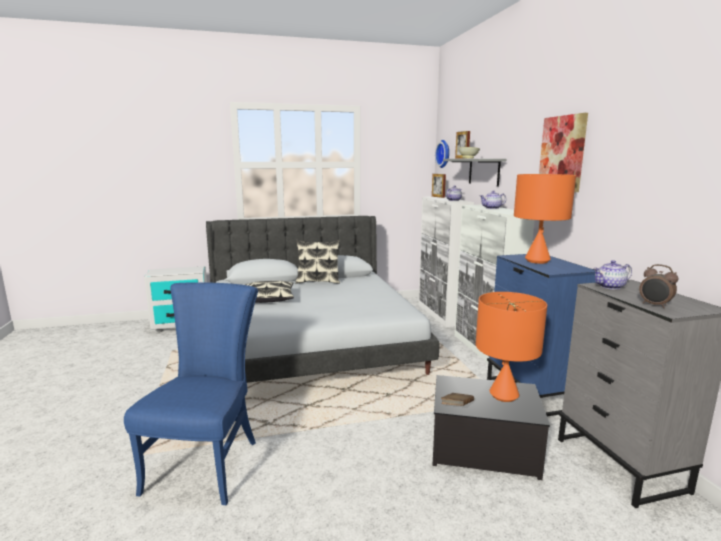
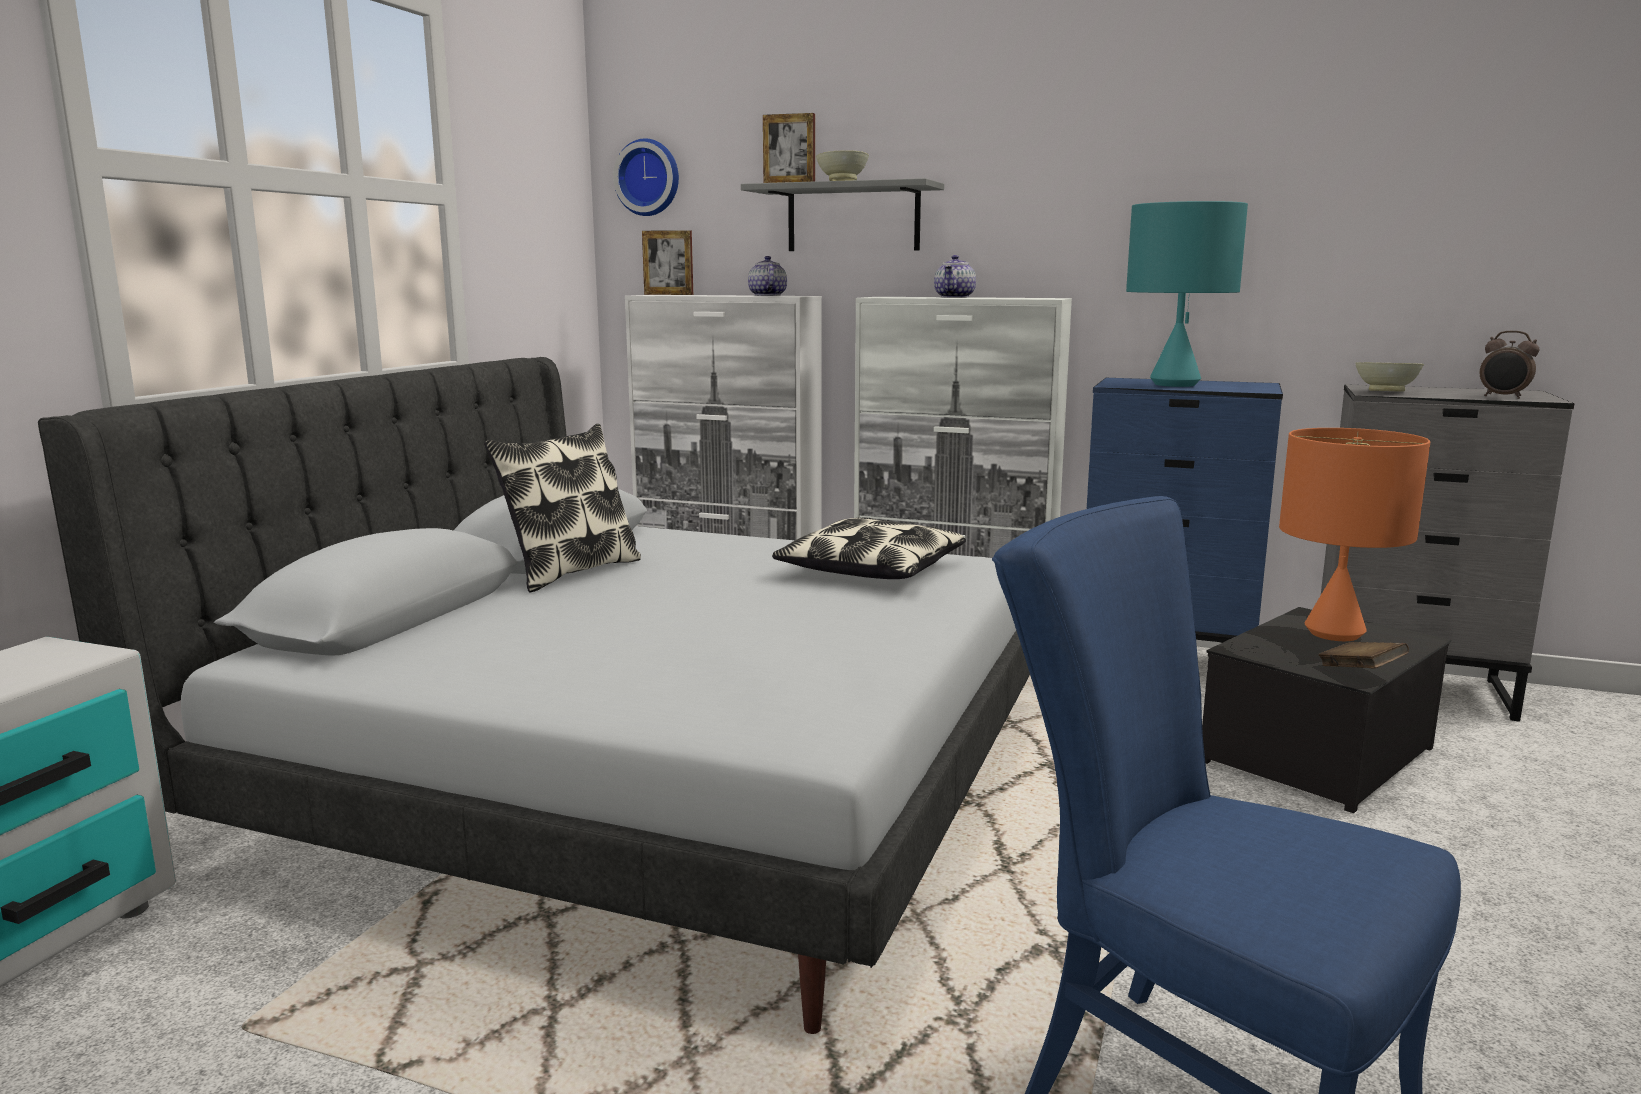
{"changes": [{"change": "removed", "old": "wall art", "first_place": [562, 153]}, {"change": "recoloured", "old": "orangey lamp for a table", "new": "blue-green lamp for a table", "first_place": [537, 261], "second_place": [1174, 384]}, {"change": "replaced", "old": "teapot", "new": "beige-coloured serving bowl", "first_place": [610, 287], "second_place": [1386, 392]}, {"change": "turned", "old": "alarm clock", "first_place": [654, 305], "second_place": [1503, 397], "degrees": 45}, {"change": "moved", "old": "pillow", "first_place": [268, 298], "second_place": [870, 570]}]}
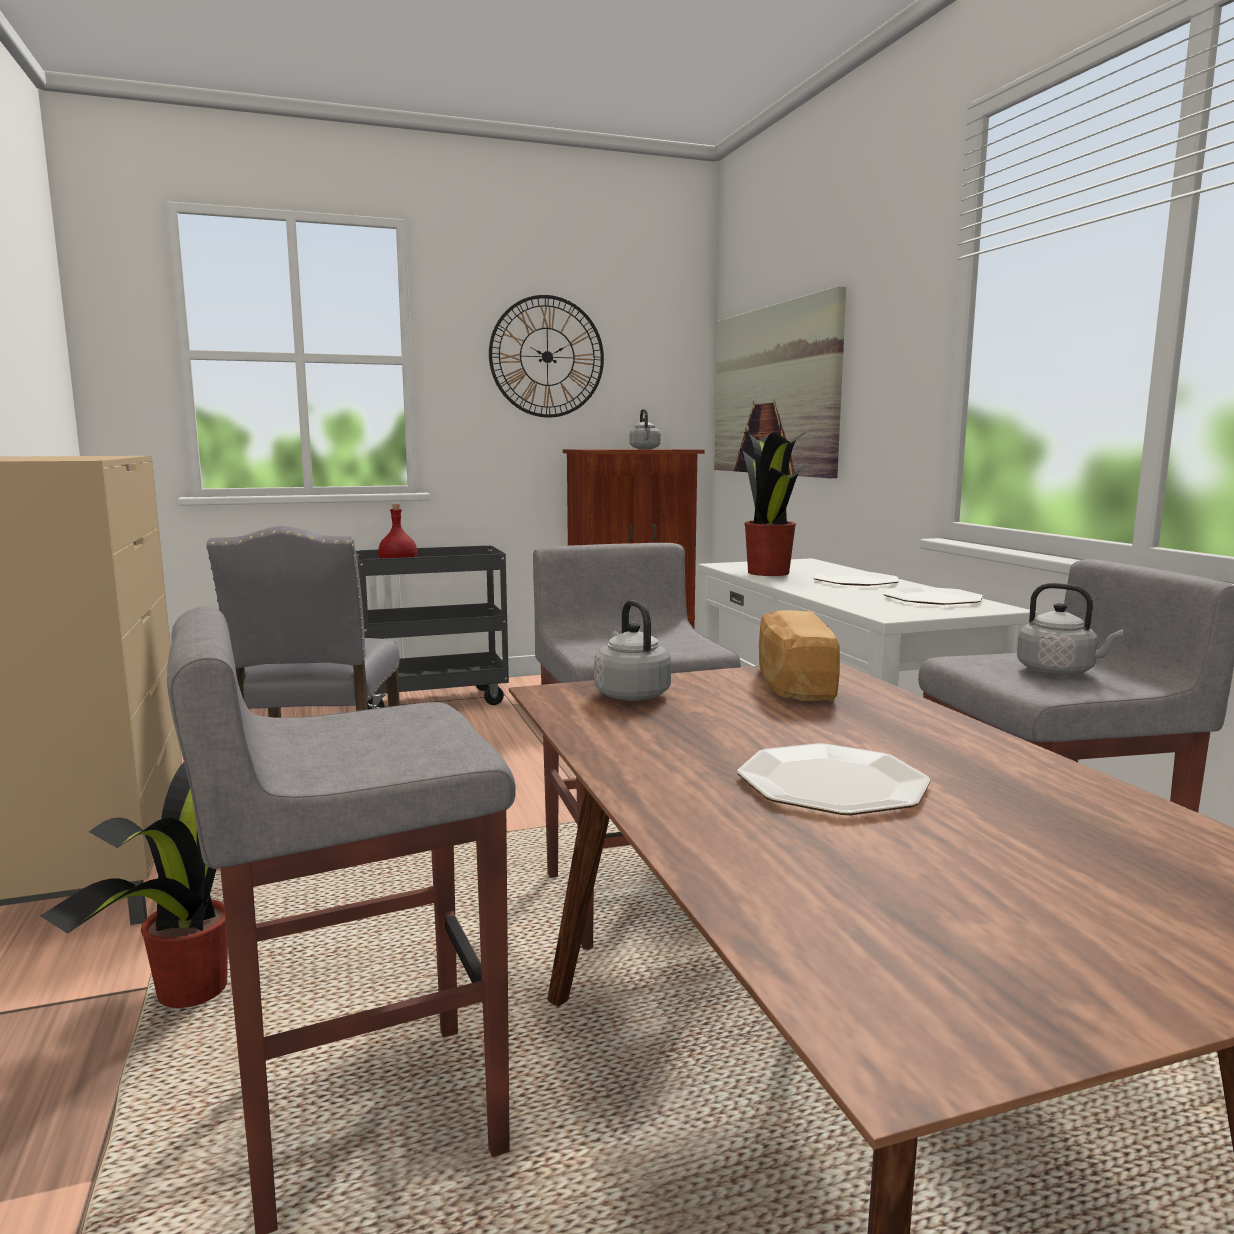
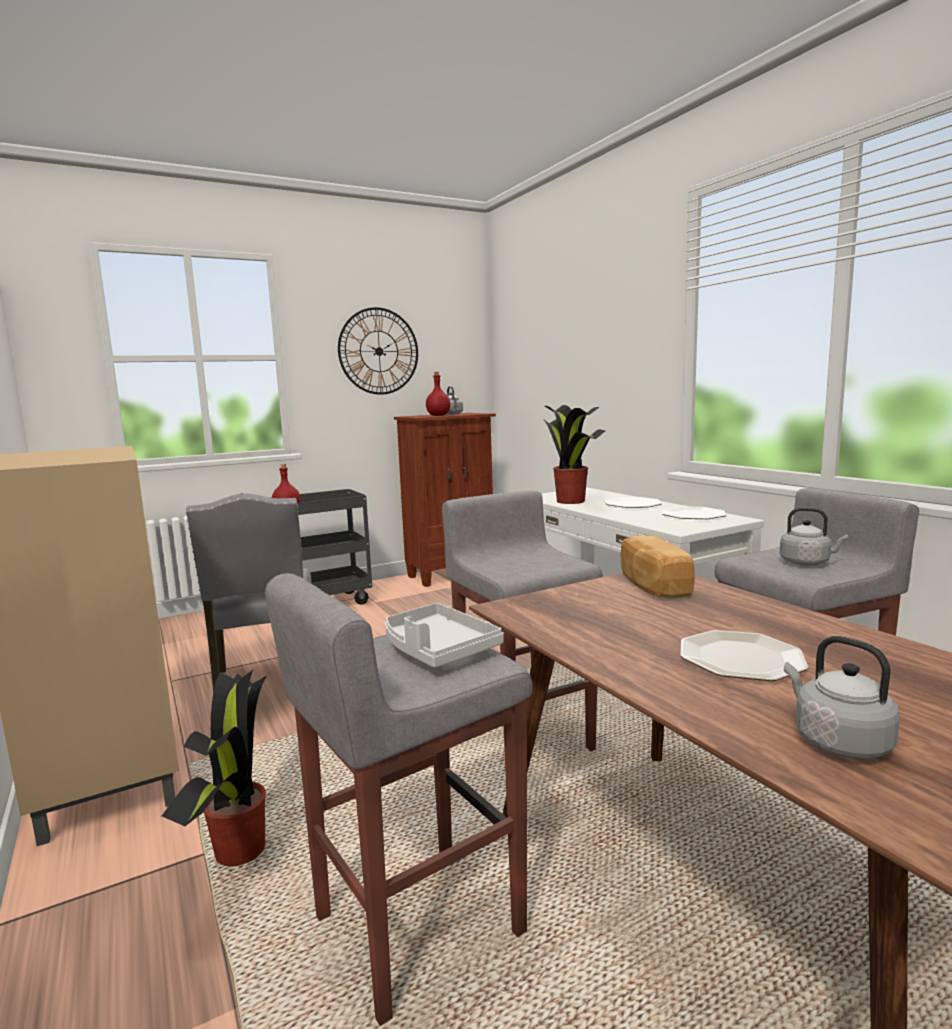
{"changes": [{"change": "removed", "old": "wall art", "first_place": [774, 391]}, {"change": "moved", "old": "gray kettle", "first_place": [630, 694], "second_place": [837, 741]}, {"change": "added", "new": "reddish bottle", "second_place": [438, 415]}, {"change": "added", "new": "gray serving tray", "second_place": [437, 650]}]}
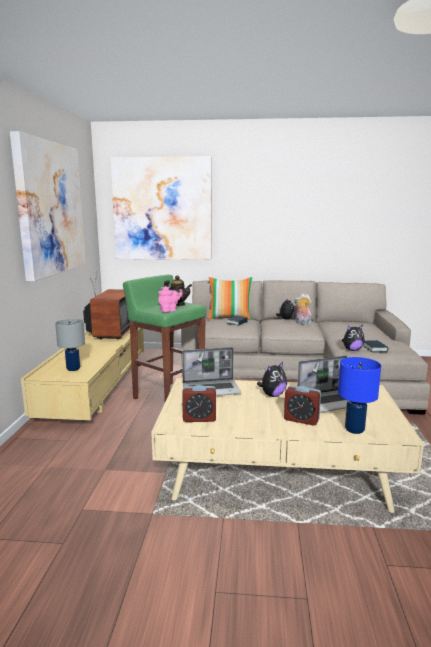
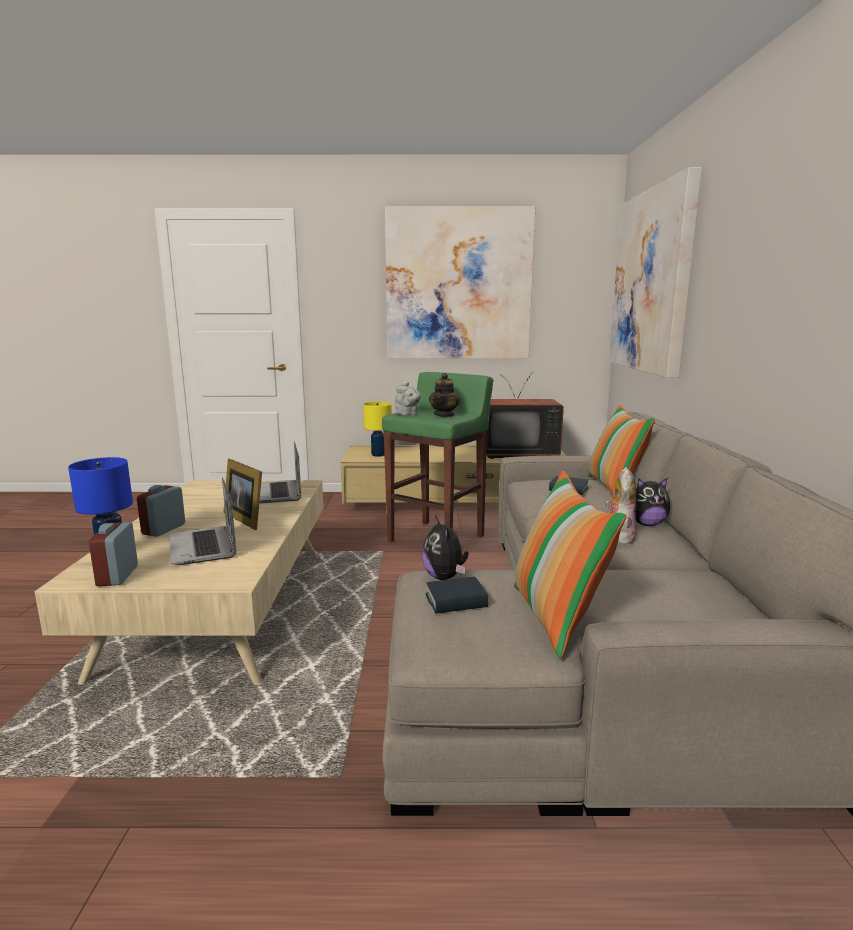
{"changes": [{"change": "recoloured", "old": "pink-coloured teapot", "new": "gray teapot", "first_place": [169, 310], "second_place": [407, 414]}, {"change": "recoloured", "old": "gray lamp for a table", "new": "yellow-coloured lamp for a table", "first_place": [72, 369], "second_place": [377, 455]}, {"change": "replaced", "old": "soft toy", "new": "standing frame", "first_place": [272, 395], "second_place": [246, 518]}, {"change": "moved", "old": "alarm clock", "first_place": [199, 418], "second_place": [117, 576]}, {"change": "added", "new": "pillow", "second_place": [557, 617]}]}
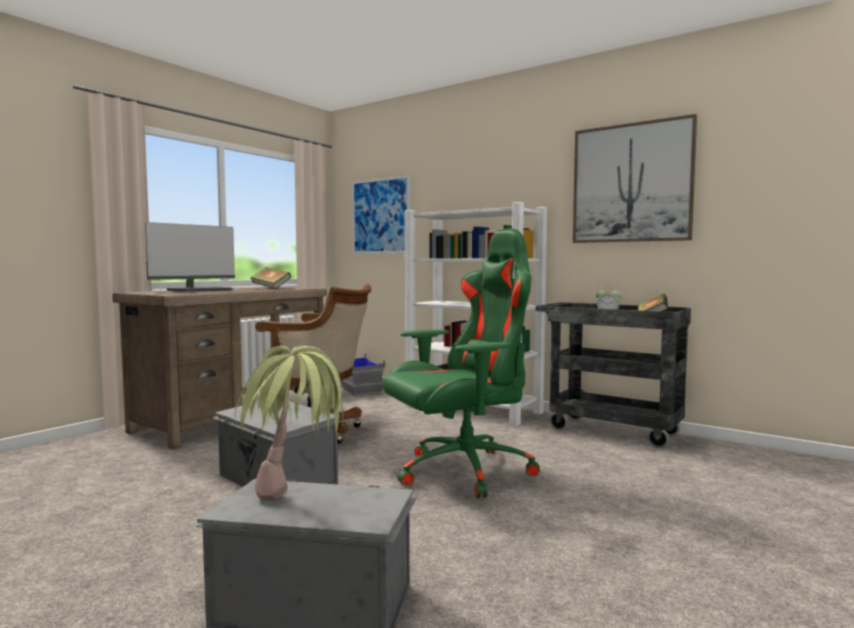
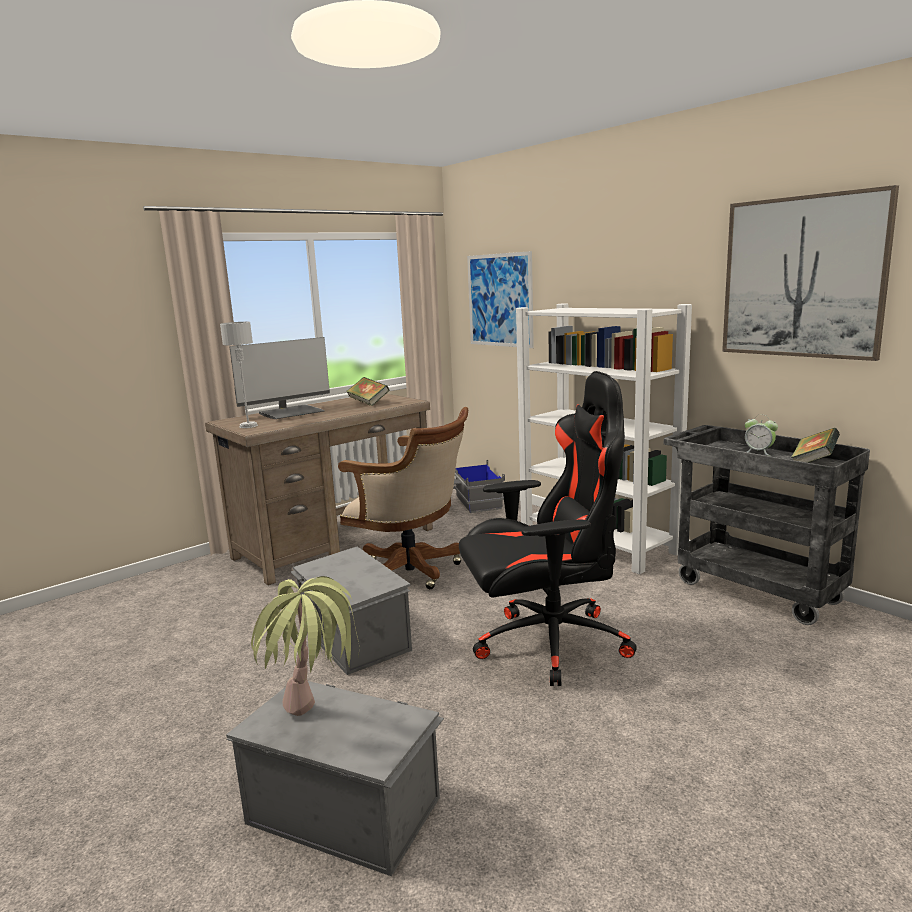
{"changes": [{"change": "recoloured", "old": "green computer chair", "new": "blackish computer chair", "first_place": [456, 473], "second_place": [541, 646]}, {"change": "added", "new": "gray lamp for a table", "second_place": [248, 426]}]}
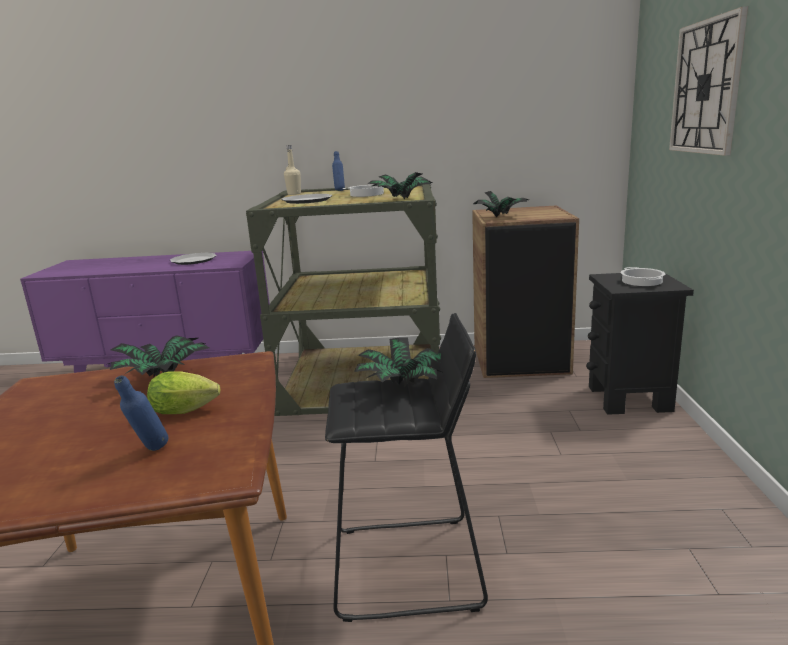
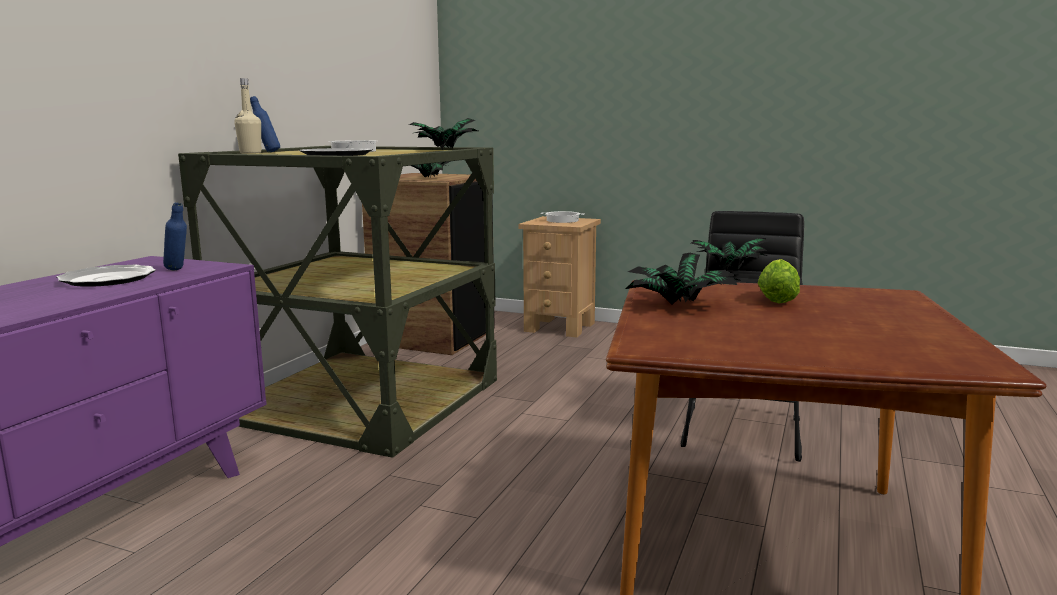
{"changes": [{"change": "removed", "old": "hanging clock", "first_place": [706, 87]}, {"change": "recoloured", "old": "blackish nightstand", "new": "beige-coloured nightstand", "first_place": [628, 399], "second_place": [560, 327]}, {"change": "moved", "old": "bluish bottle", "first_place": [150, 452], "second_place": [178, 270]}]}
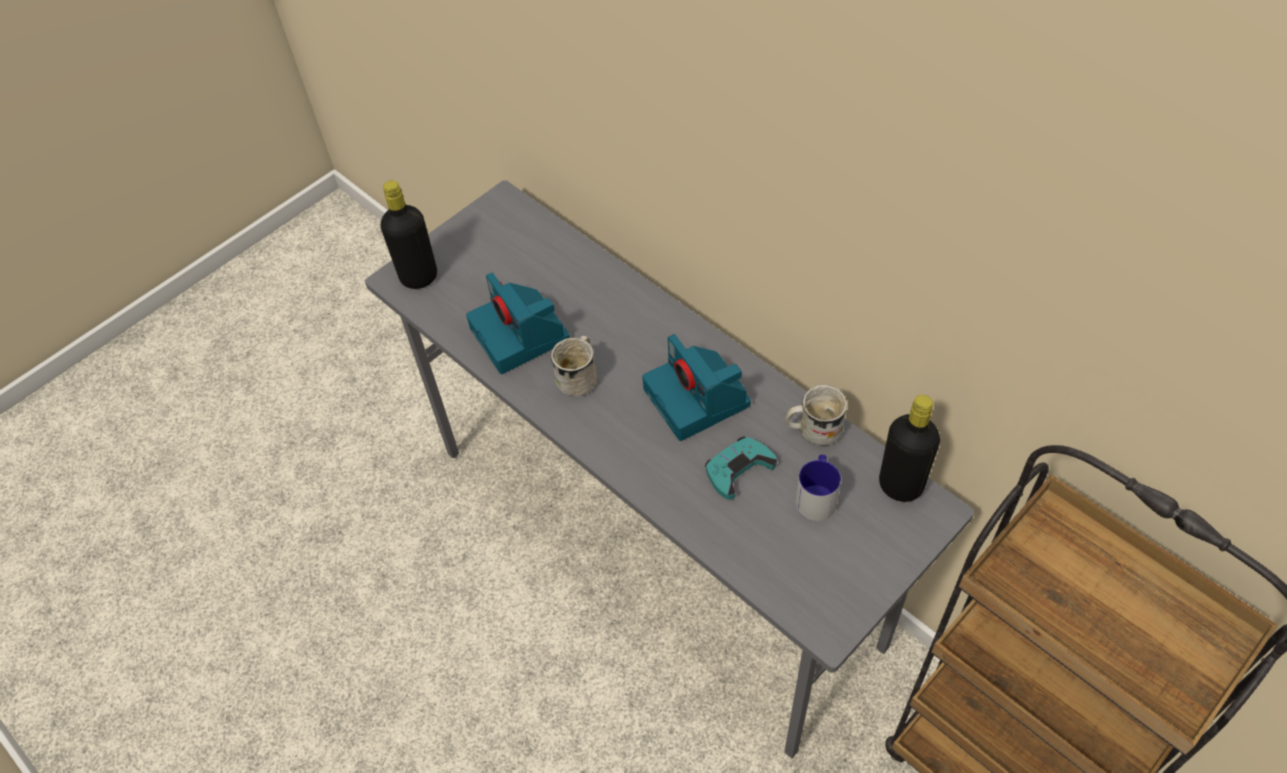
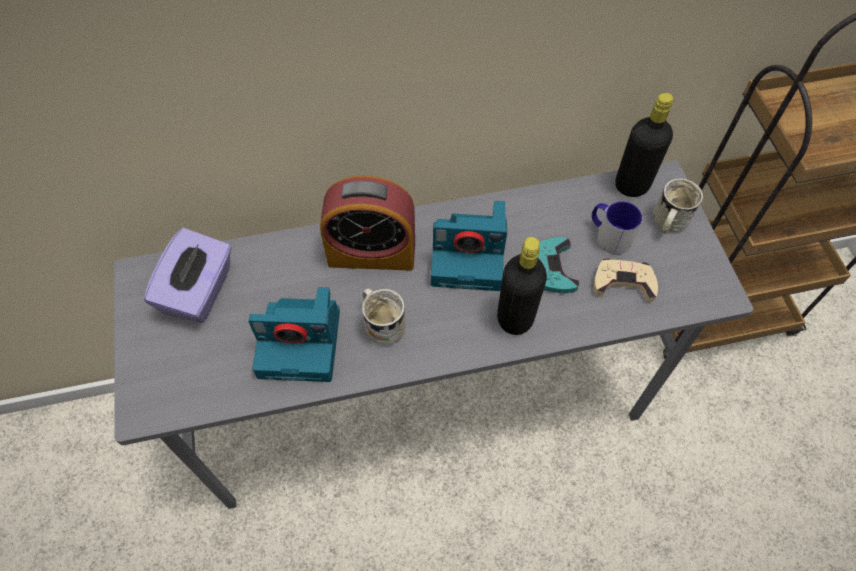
{"changes": [{"change": "moved", "old": "blackish bottle", "first_place": [419, 277], "second_place": [515, 318]}, {"change": "moved", "old": "white-coloured mug", "first_place": [813, 429], "second_place": [667, 223]}, {"change": "added", "new": "alarm clock", "second_place": [372, 253]}, {"change": "added", "new": "purple tissue holder", "second_place": [200, 291]}, {"change": "added", "new": "beige-coloured gamepad", "second_place": [623, 282]}]}
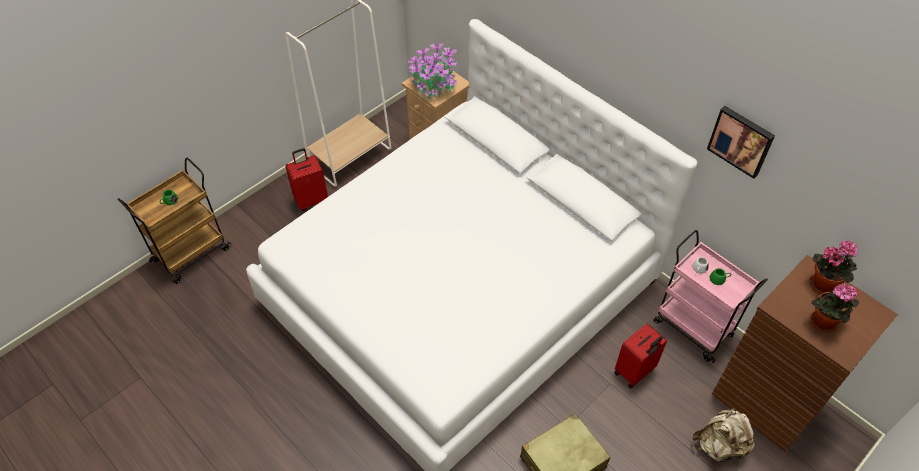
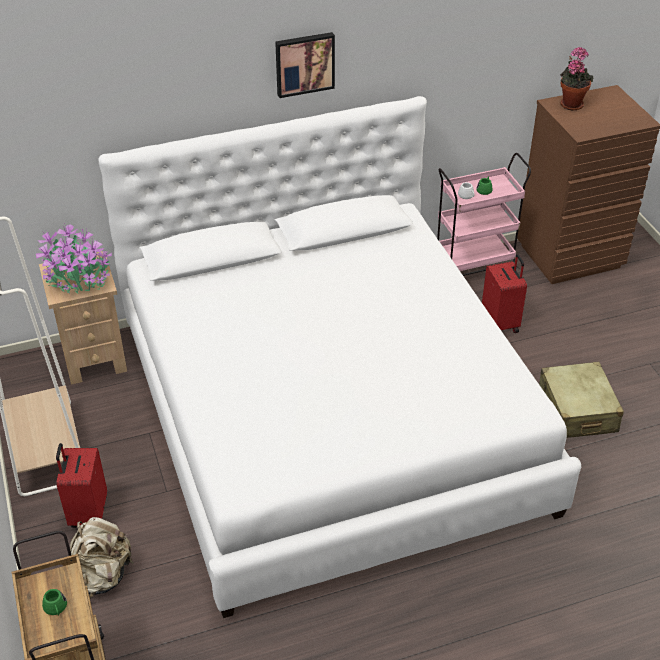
{"changes": [{"change": "moved", "old": "wall art", "first_place": [741, 140], "second_place": [304, 63]}, {"change": "removed", "old": "houseplant", "first_place": [822, 324]}, {"change": "moved", "old": "beige-coloured backpack", "first_place": [719, 446], "second_place": [102, 576]}]}
